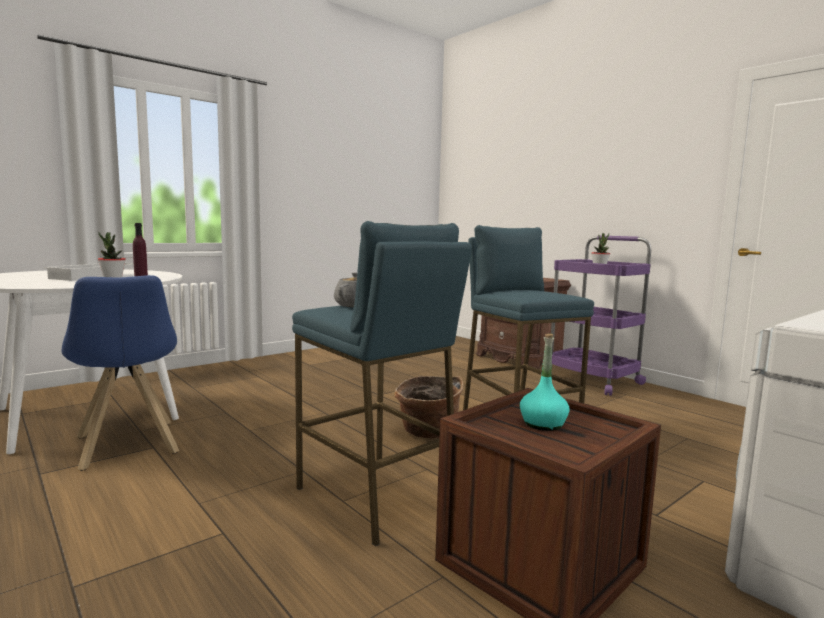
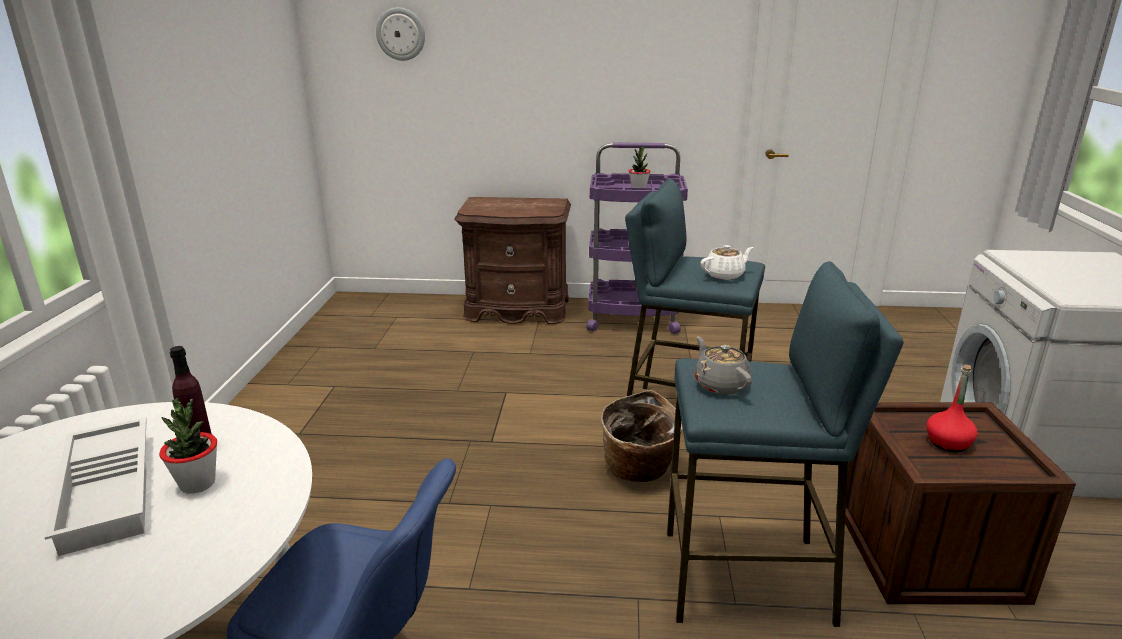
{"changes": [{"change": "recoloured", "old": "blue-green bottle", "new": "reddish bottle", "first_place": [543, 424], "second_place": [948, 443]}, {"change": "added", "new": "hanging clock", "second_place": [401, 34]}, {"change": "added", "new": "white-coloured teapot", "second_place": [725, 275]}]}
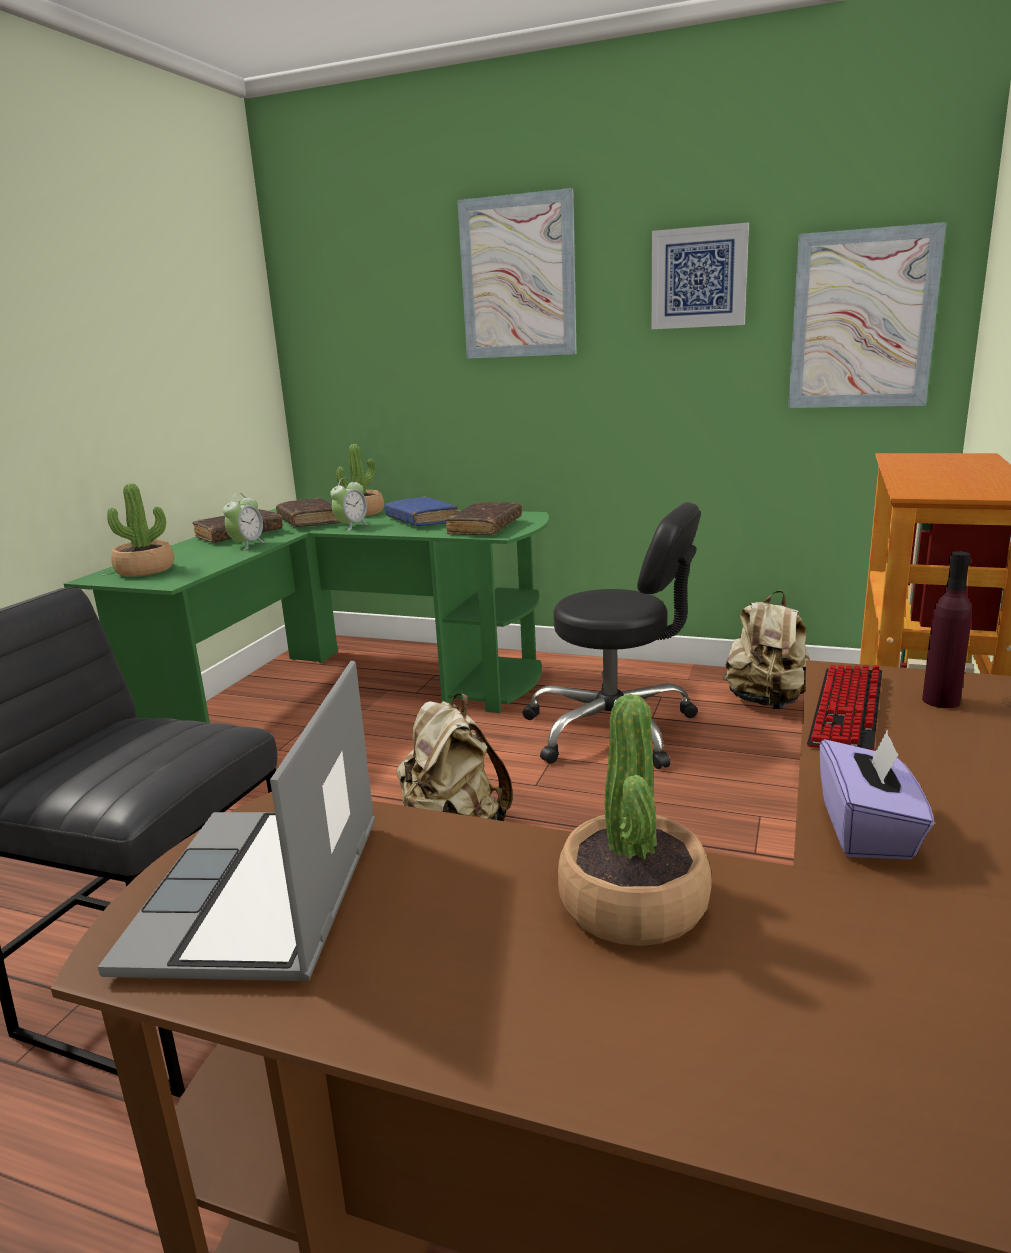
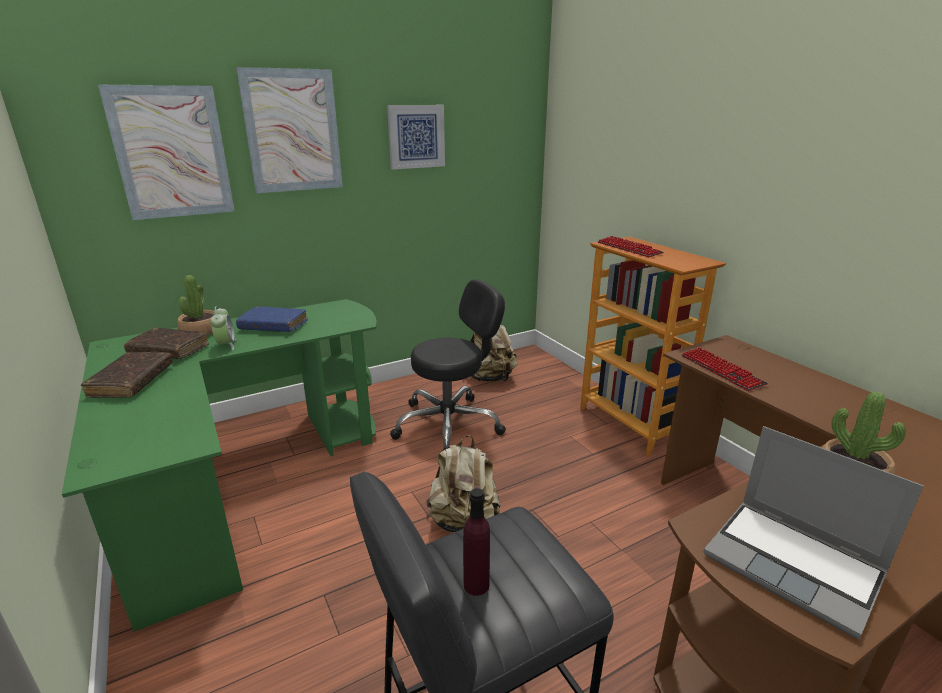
{"changes": [{"change": "moved", "old": "wall art", "first_place": [862, 320], "second_place": [172, 153]}, {"change": "removed", "old": "houseplant", "first_place": [145, 570]}, {"change": "removed", "old": "alarm clock", "first_place": [247, 545]}, {"change": "removed", "old": "brown bound book", "first_place": [485, 528]}, {"change": "moved", "old": "purple bottle", "first_place": [940, 701], "second_place": [476, 585]}, {"change": "removed", "old": "purple tissue holder", "first_place": [868, 830]}, {"change": "added", "new": "keyboard", "second_place": [629, 248]}]}
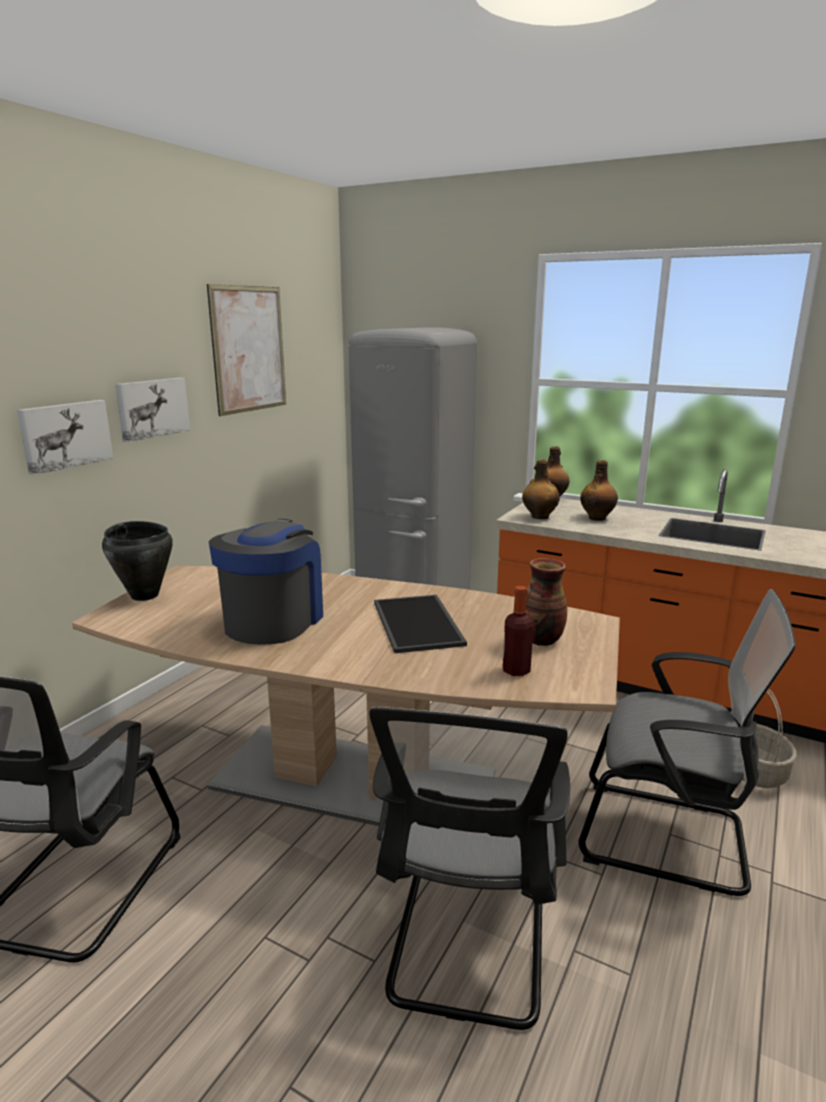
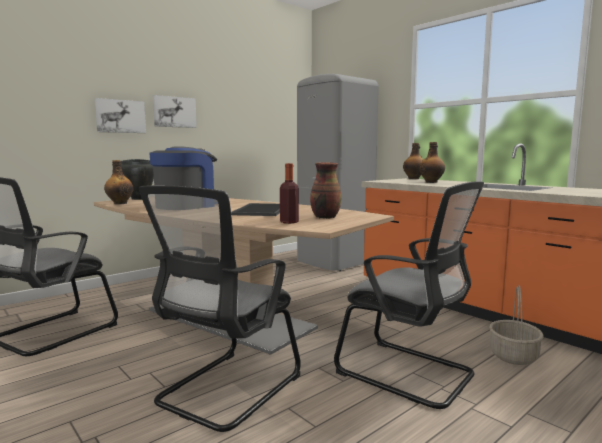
{"changes": [{"change": "removed", "old": "wall art", "first_place": [249, 349]}, {"change": "moved", "old": "bottle", "first_place": [539, 517], "second_place": [120, 203]}]}
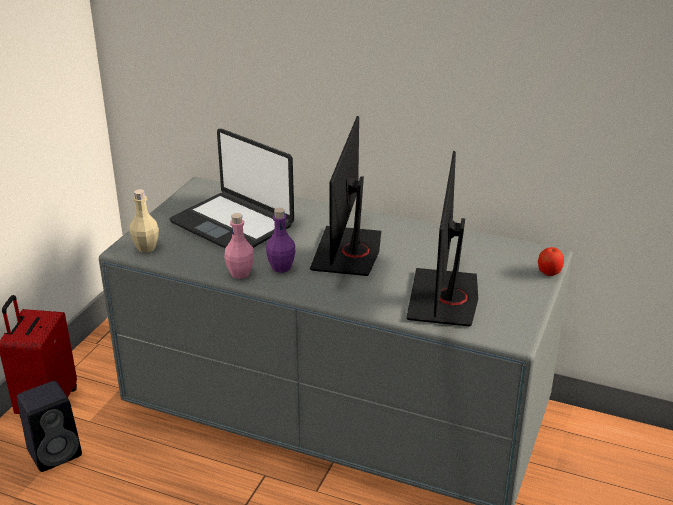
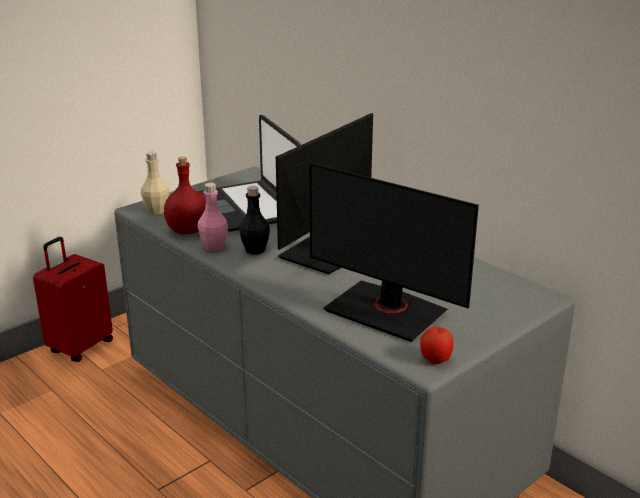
{"changes": [{"change": "turned", "old": "computer display", "first_place": [444, 298], "second_place": [386, 311], "degrees": -90}, {"change": "recoloured", "old": "purple bottle", "new": "blackish bottle", "first_place": [281, 267], "second_place": [255, 250]}, {"change": "moved", "old": "apple fruit", "first_place": [549, 272], "second_place": [435, 359]}, {"change": "removed", "old": "blackish audio speaker", "first_place": [56, 452]}, {"change": "added", "new": "reddish bottle", "second_place": [187, 231]}]}
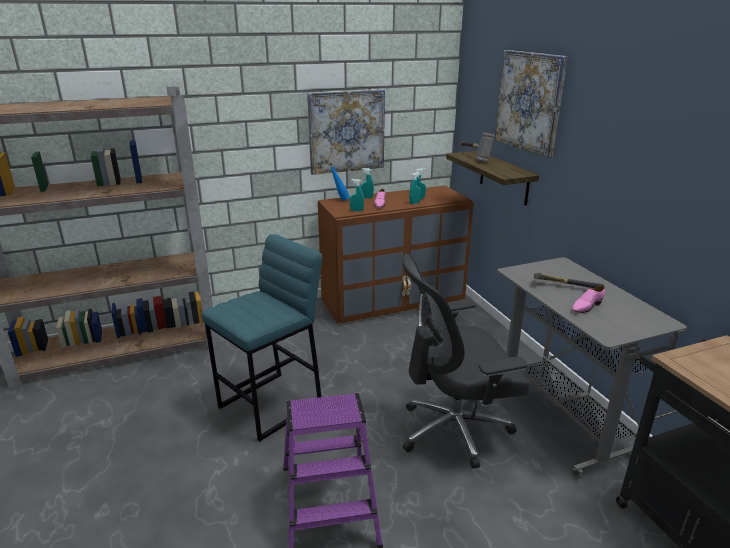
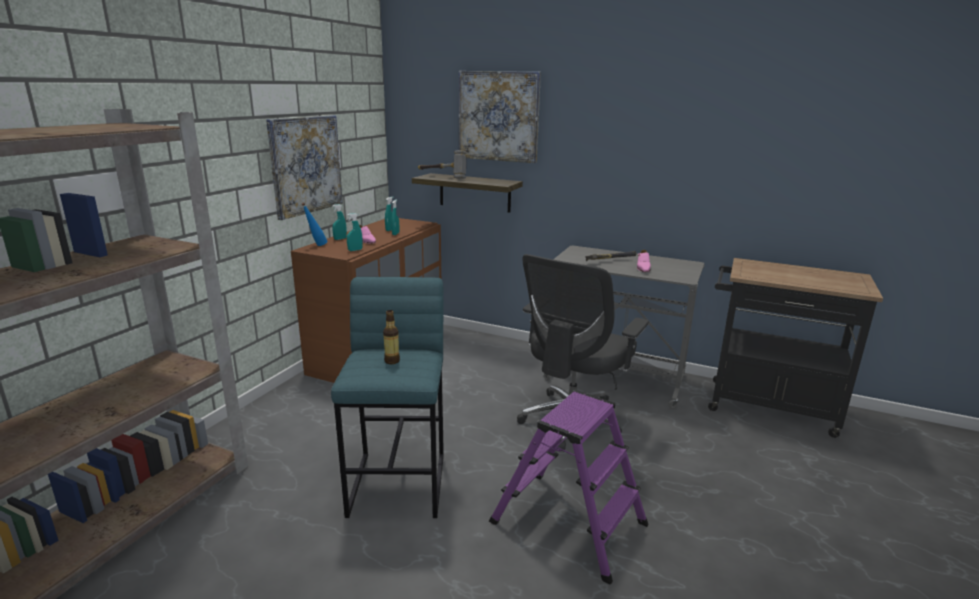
{"changes": [{"change": "added", "new": "bottle", "second_place": [392, 361]}]}
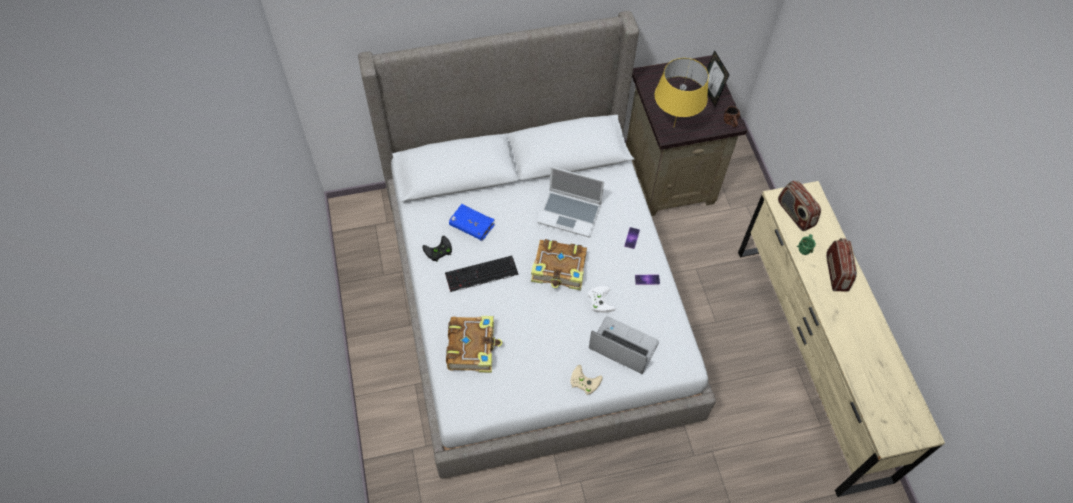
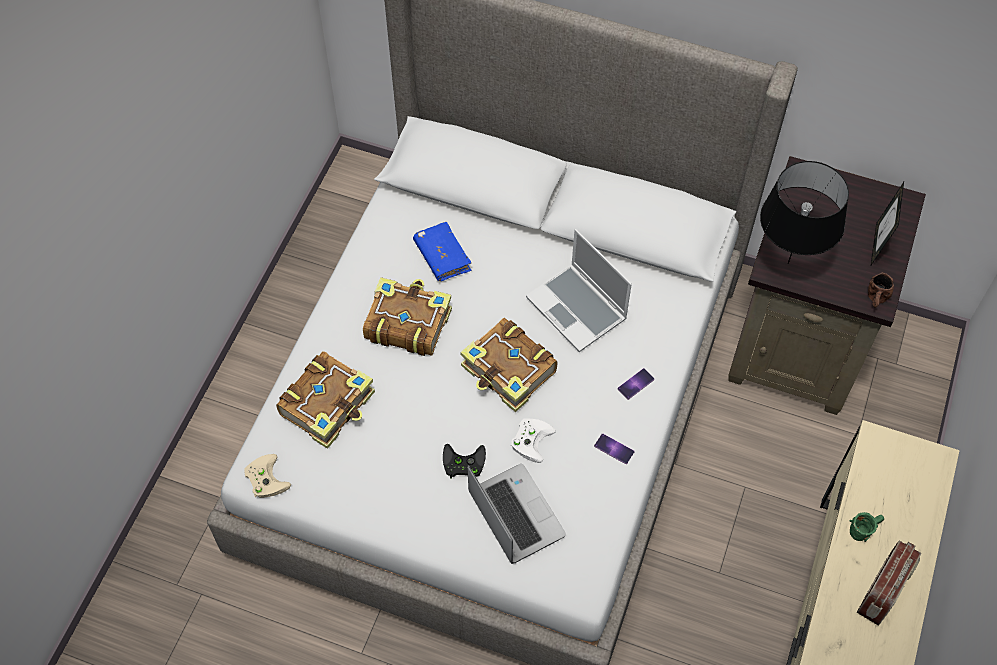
{"changes": [{"change": "recoloured", "old": "yellow-coloured lamp for a table", "new": "blackish lamp for a table", "first_place": [673, 127], "second_place": [787, 263]}, {"change": "removed", "old": "radio receiver", "first_place": [795, 214]}, {"change": "moved", "old": "blackish gamepad", "first_place": [438, 251], "second_place": [462, 464]}, {"change": "replaced", "old": "keyboard", "new": "bound book", "first_place": [481, 275], "second_place": [407, 323]}, {"change": "moved", "old": "beige-coloured gamepad", "first_place": [583, 381], "second_place": [264, 478]}]}
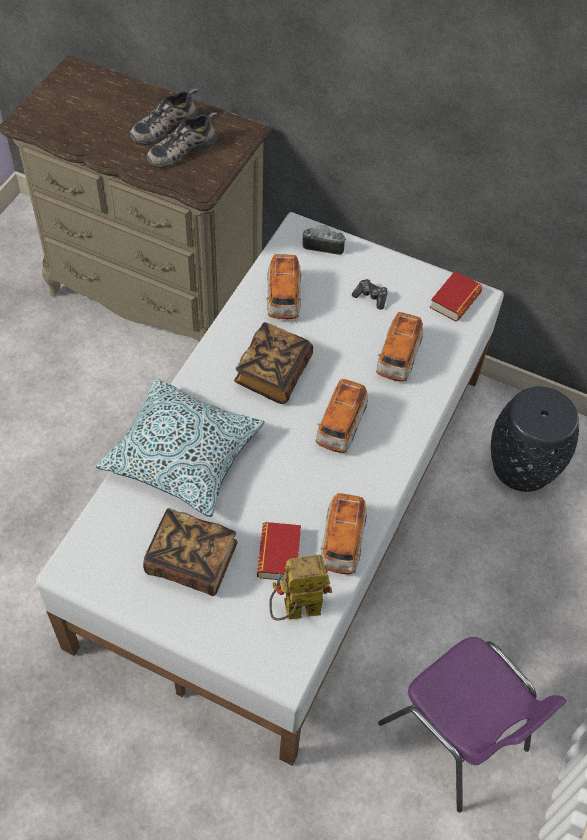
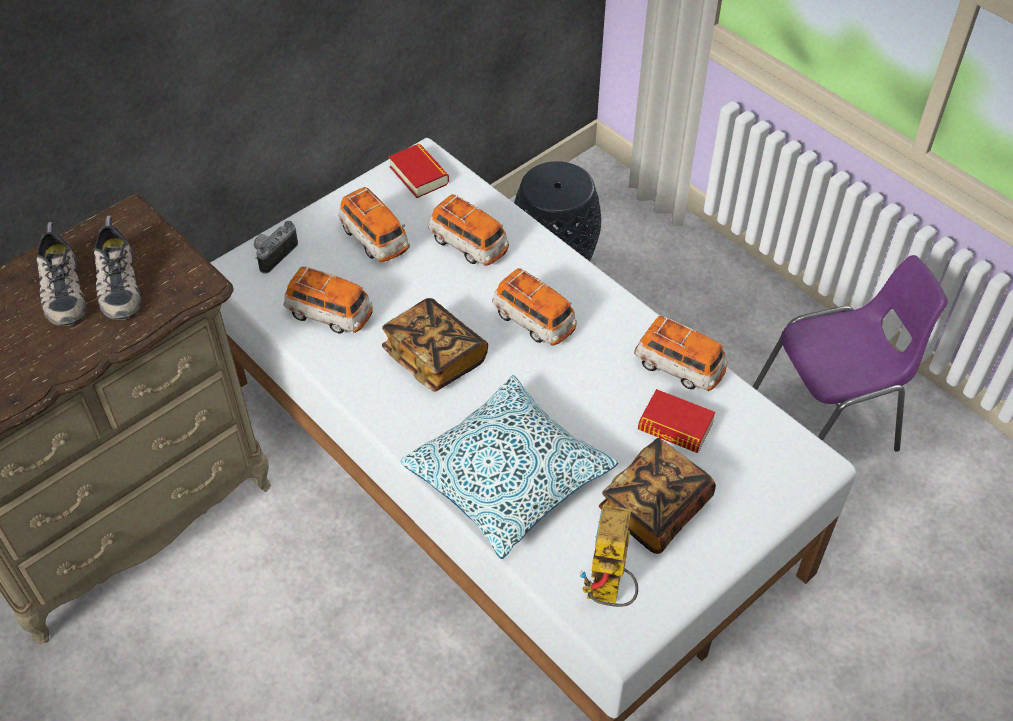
{"changes": [{"change": "replaced", "old": "gamepad", "new": "miniature car", "first_place": [371, 297], "second_place": [374, 239]}, {"change": "moved", "old": "model robot", "first_place": [294, 612], "second_place": [608, 593]}]}
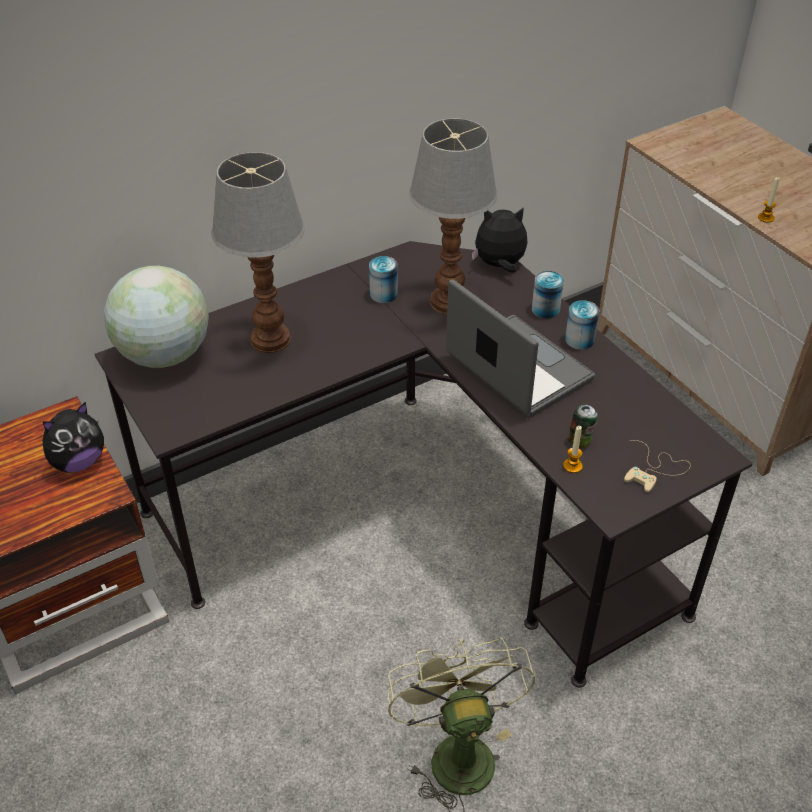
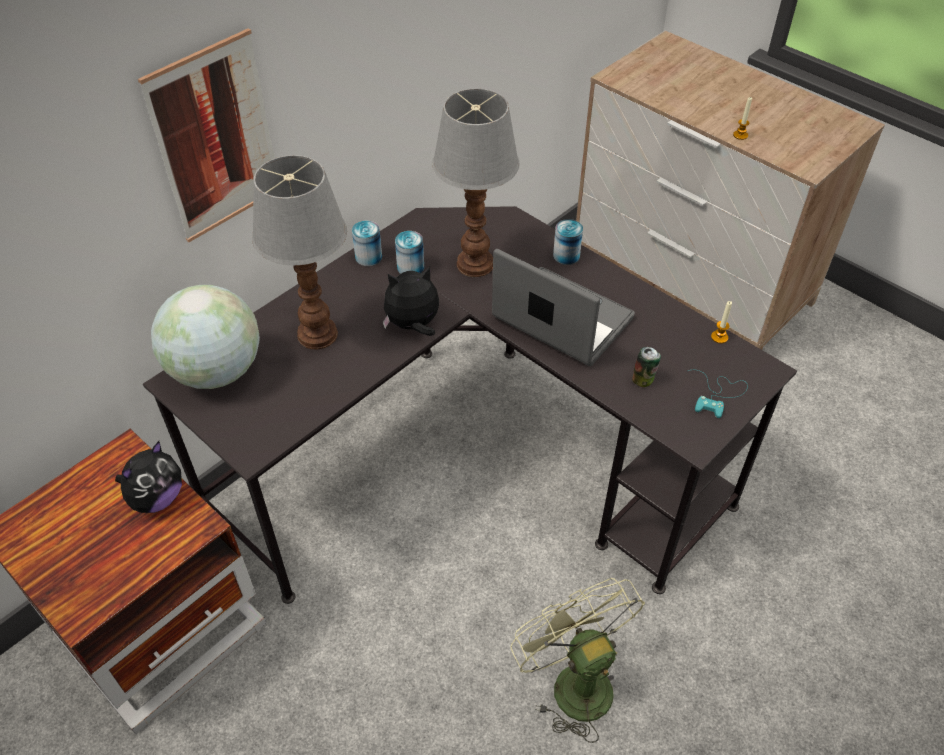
{"changes": [{"change": "moved", "old": "soft toy", "first_place": [499, 266], "second_place": [413, 326]}, {"change": "moved", "old": "sealed can", "first_place": [579, 340], "second_place": [368, 257]}, {"change": "moved", "old": "wax candle", "first_place": [572, 466], "second_place": [719, 337]}, {"change": "recoloured", "old": "beige-coloured gamepad", "new": "blue-green gamepad", "first_place": [655, 469], "second_place": [718, 394]}, {"change": "added", "new": "wall art", "second_place": [215, 139]}]}
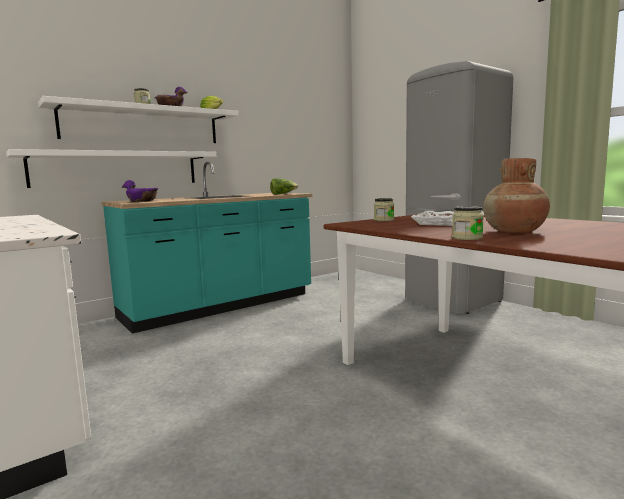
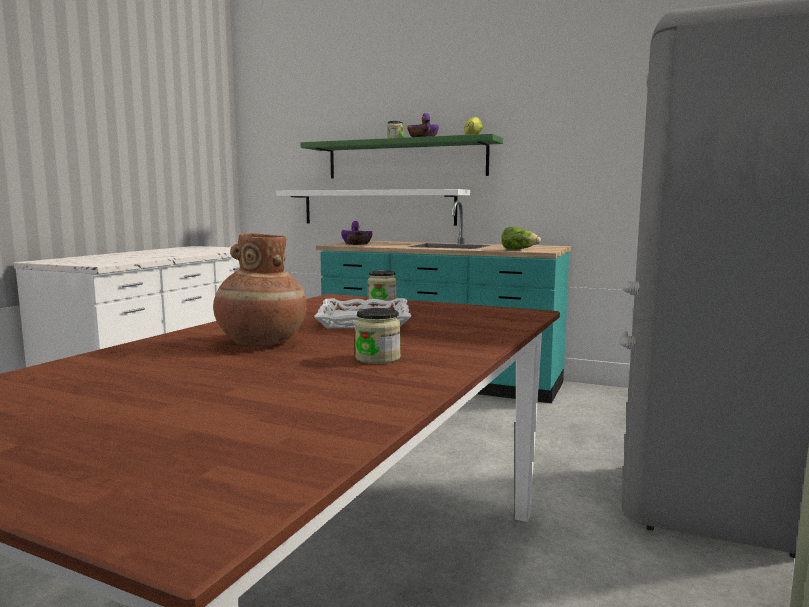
{"changes": [{"change": "recoloured", "old": "white-coloured wall shelf", "new": "green wall shelf", "first_place": [143, 125], "second_place": [405, 159]}, {"change": "moved", "old": "jar", "first_place": [467, 238], "second_place": [377, 358]}]}
